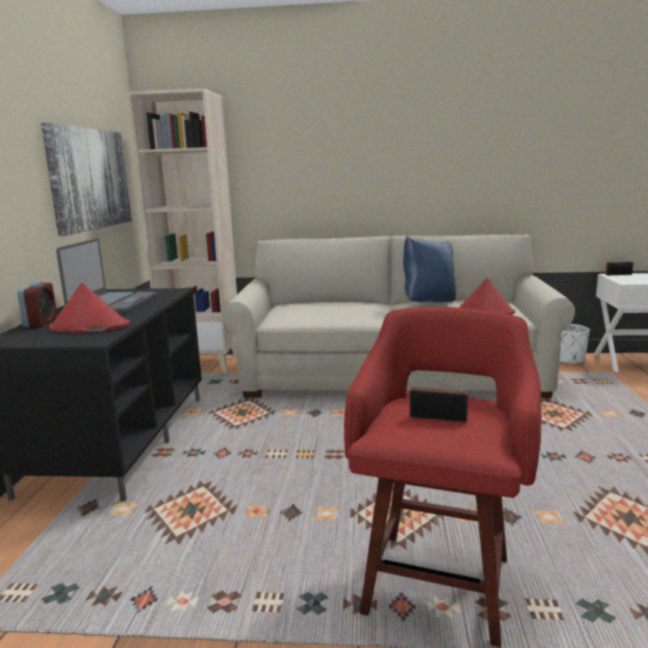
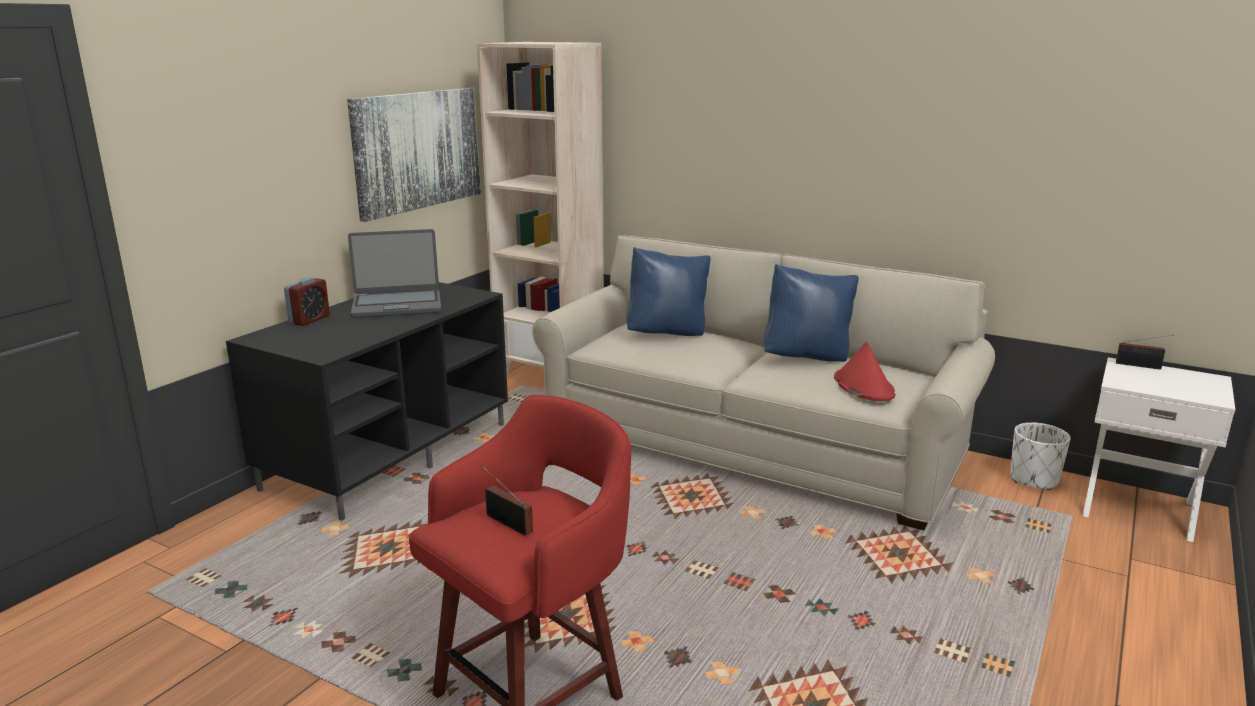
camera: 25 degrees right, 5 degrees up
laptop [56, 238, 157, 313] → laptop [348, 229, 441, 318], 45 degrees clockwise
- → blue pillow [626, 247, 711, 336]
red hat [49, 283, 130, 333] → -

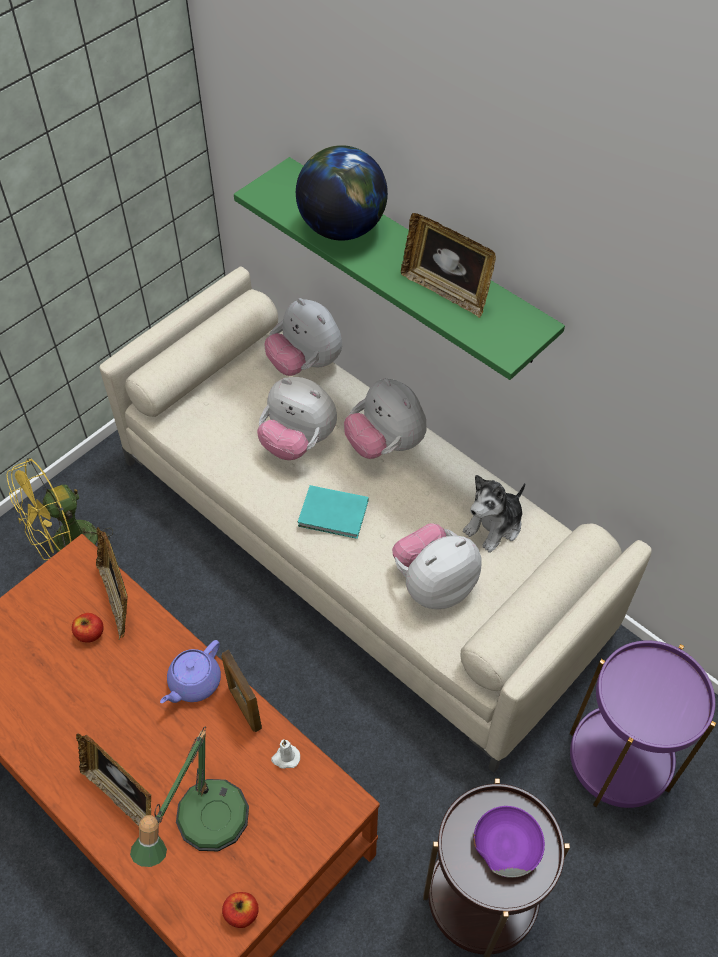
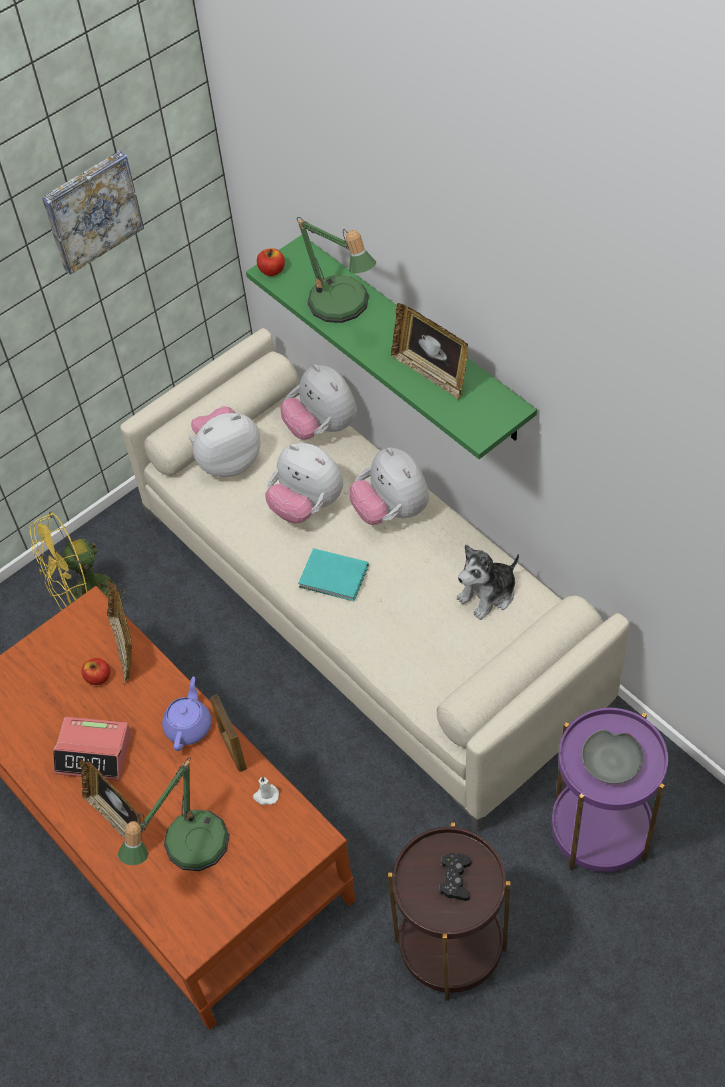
camera: 10 degrees right, 0 degrees up
- → picture [42, 150, 144, 275]
- → alarm clock [53, 717, 132, 781]
purple teapot [160, 640, 221, 703] → purple teapot [162, 676, 211, 751], 150 degrees clockwise
plush toy [392, 523, 481, 609] → plush toy [189, 406, 261, 477], relocated
apple [222, 892, 259, 928] → apple [257, 248, 285, 276], relocated
globe [296, 145, 388, 241] → table lamp [297, 217, 376, 323]
purple bowl [473, 806, 545, 878] → black game controller [439, 853, 471, 901]
- → grey bowl [582, 729, 643, 784]

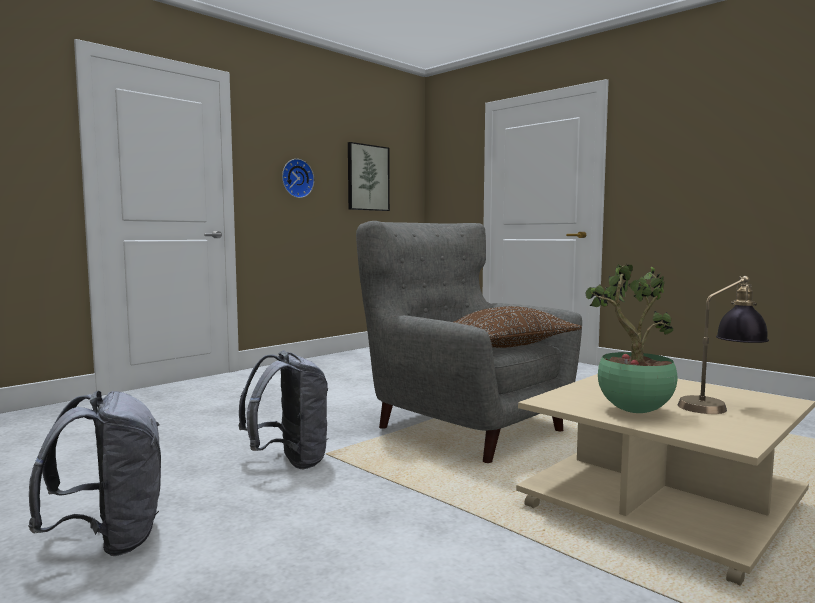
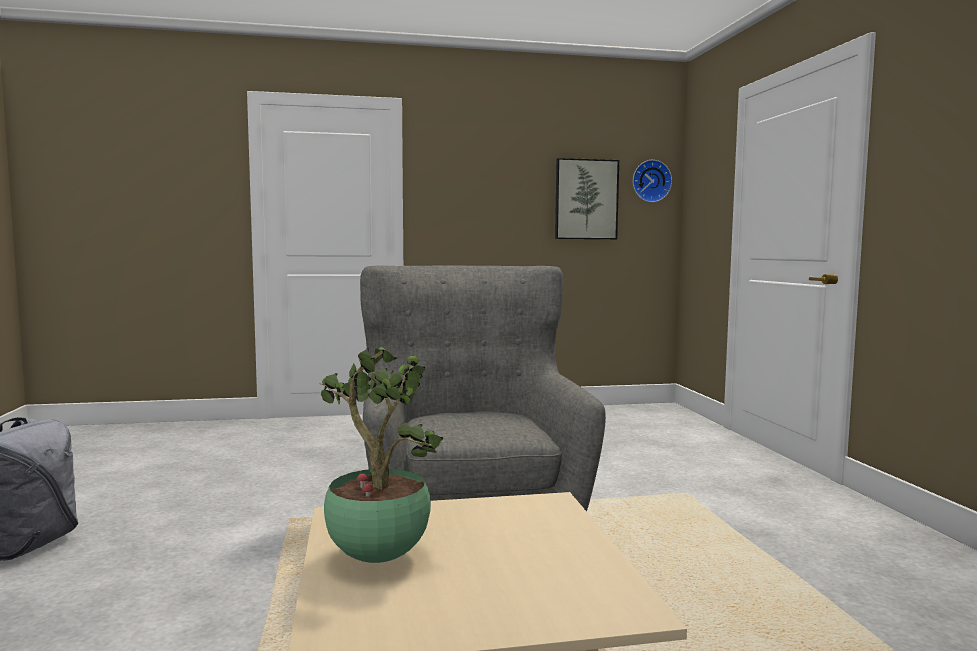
camera: 35 degrees right, 0 degrees up
wall clock [282, 159, 314, 198] → wall clock [633, 160, 672, 202], relocated
grey backpack [238, 350, 328, 469] → -
brown pillow [454, 306, 582, 348] → -
table lamp [678, 276, 769, 414] → -

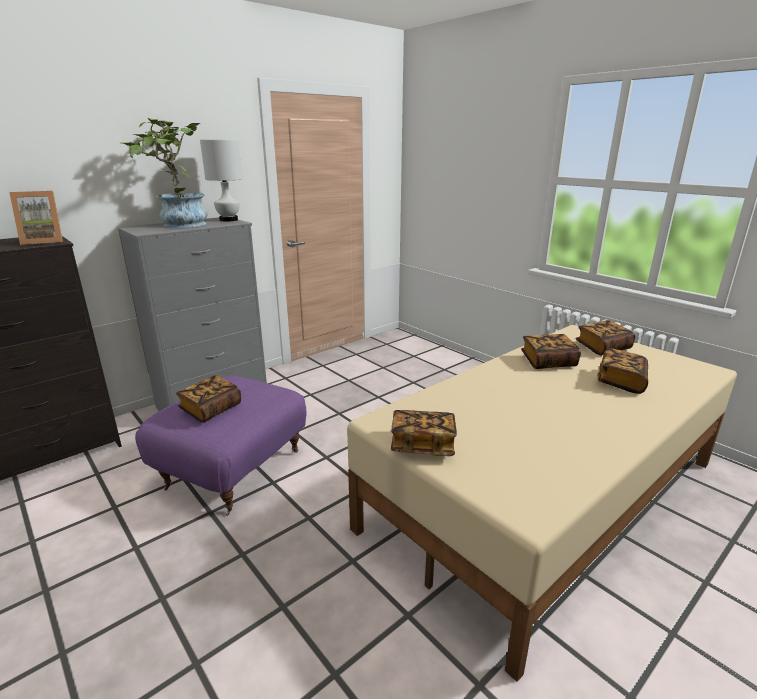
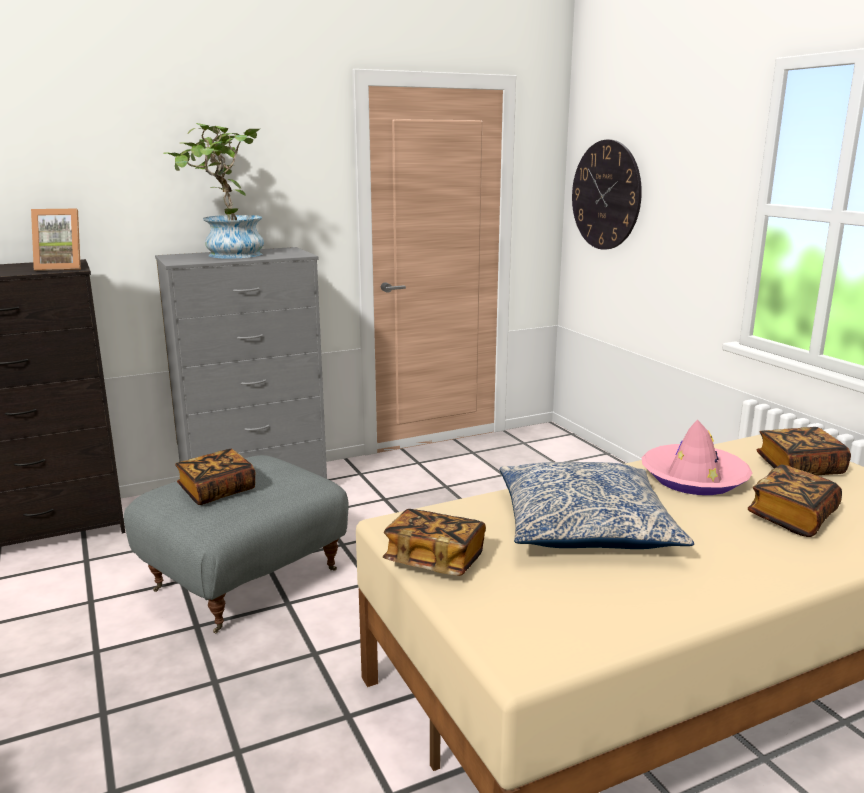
camera: 15 degrees right, 5 degrees down
purple ottoman [135, 376, 306, 516] → grey ottoman [124, 455, 349, 634]
- → pillow [500, 462, 694, 549]
- → wall clock [572, 140, 642, 250]
book [521, 334, 581, 369] → pink hat [642, 419, 752, 495]
white table lamp [200, 140, 242, 221] → -

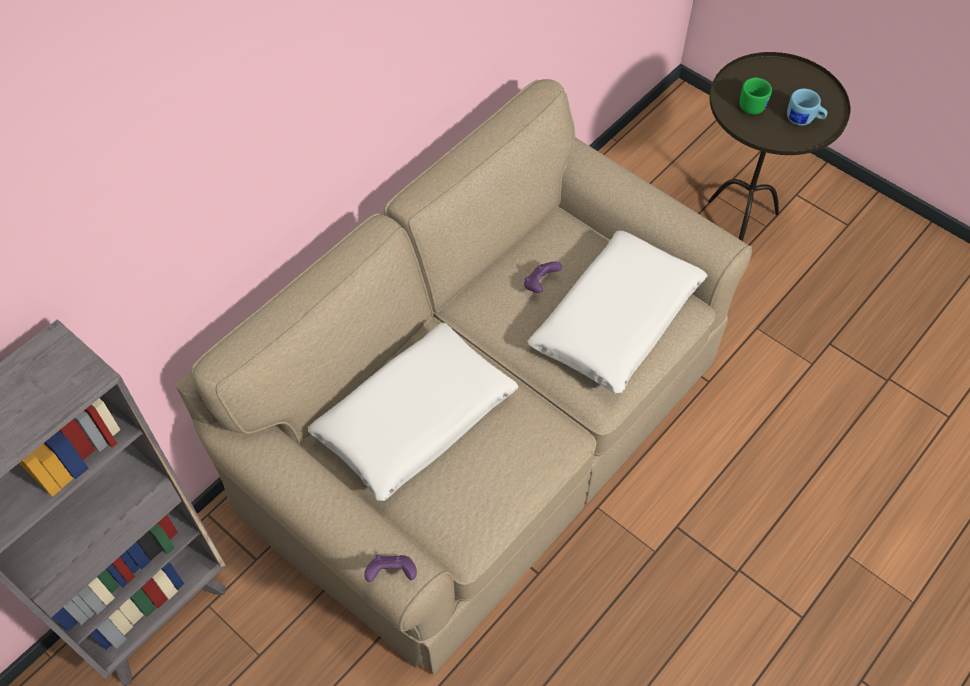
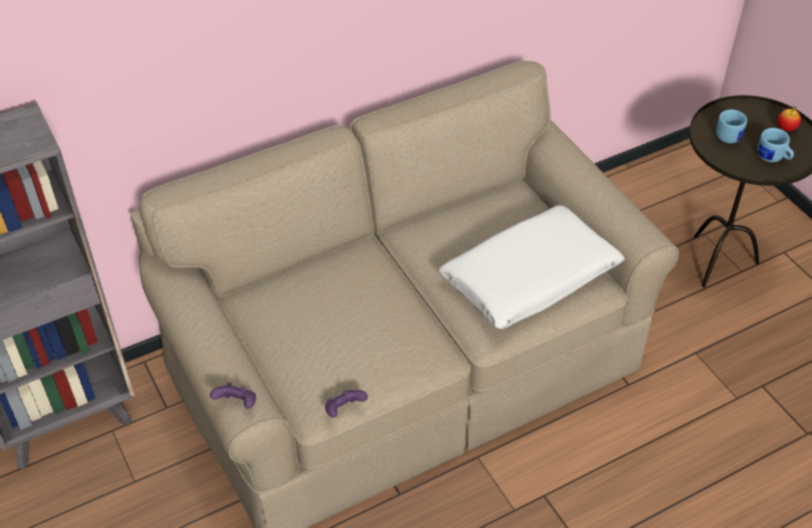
camera: 20 degrees right, 10 degrees down
purple game controller [524, 262, 562, 293] → purple game controller [325, 390, 368, 418], relocated
green mug [740, 77, 772, 115] → blue mug [716, 109, 747, 143]
- → apple [778, 105, 801, 131]
white pillow [308, 323, 519, 501] → -

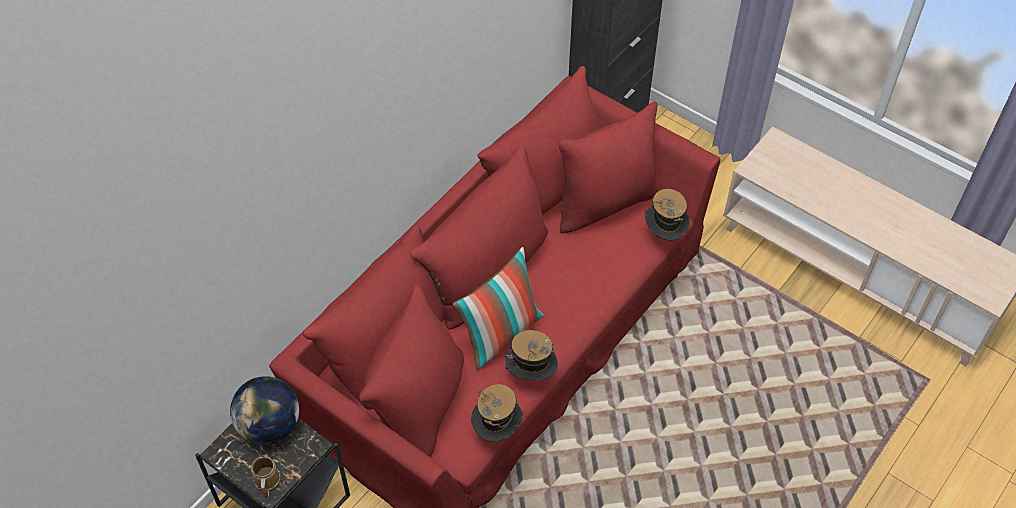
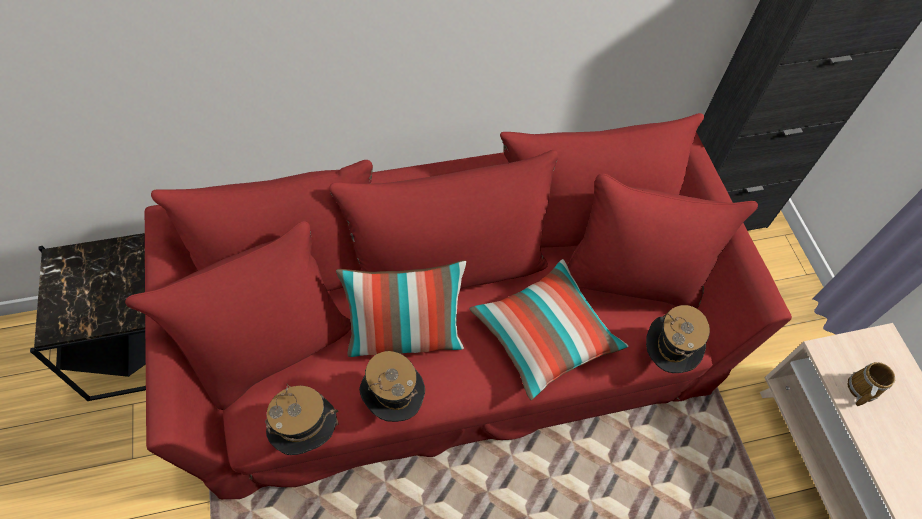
camera: 35 degrees right, 5 degrees up
- → pillow [469, 259, 628, 400]
mug [251, 456, 281, 499] → mug [848, 362, 895, 406], relocated
globe [230, 376, 299, 445] → -

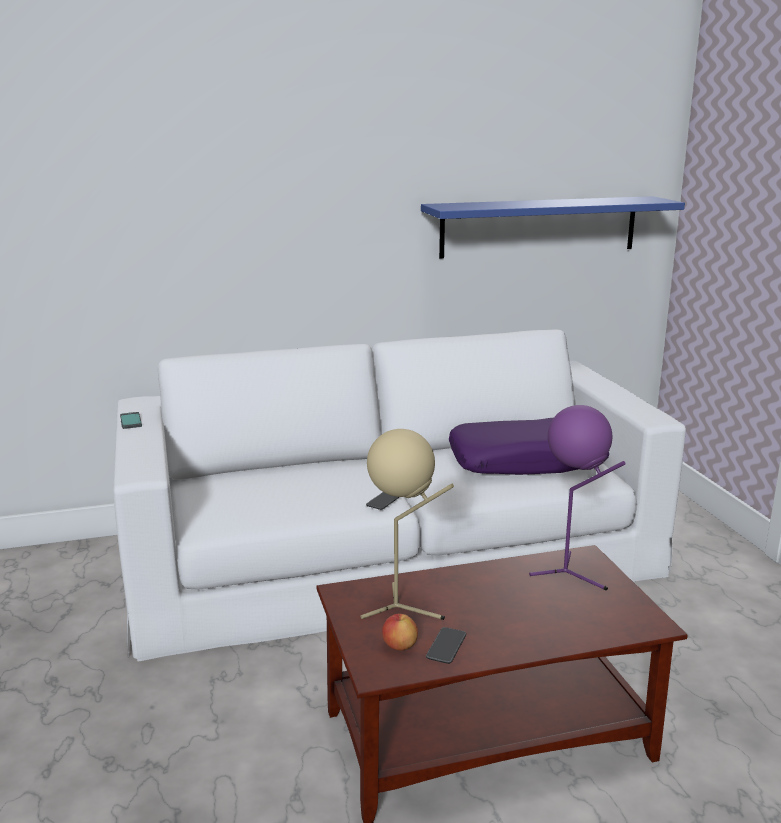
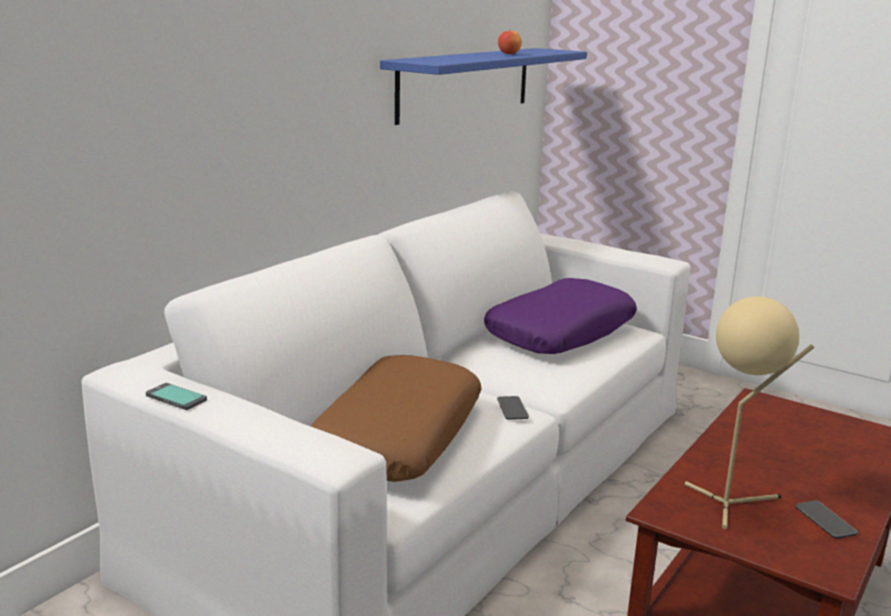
camera: 40 degrees left, 0 degrees up
- → brown pillow [311, 355, 482, 482]
apple [382, 614, 418, 651] → apple [498, 30, 522, 54], relocated
purple table lamp [529, 405, 625, 591] → -

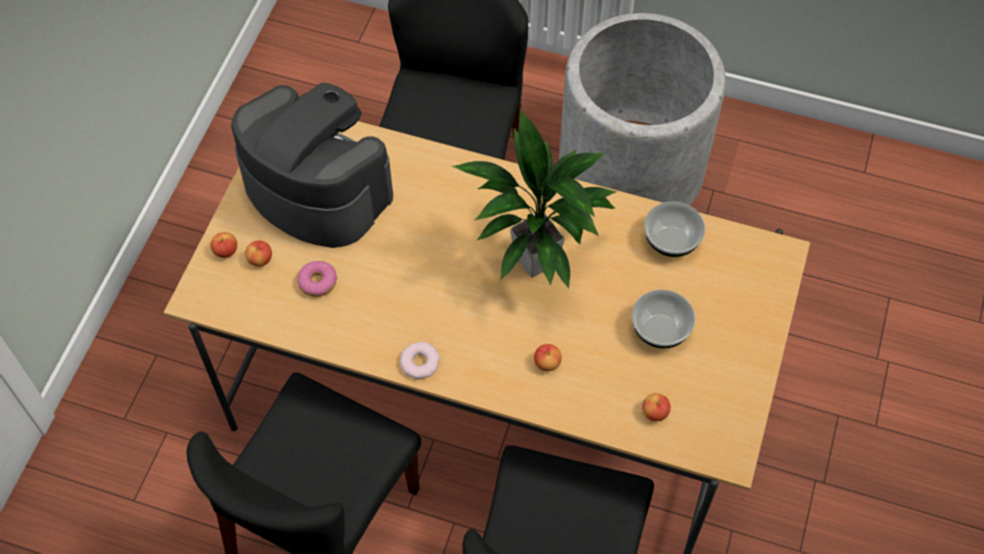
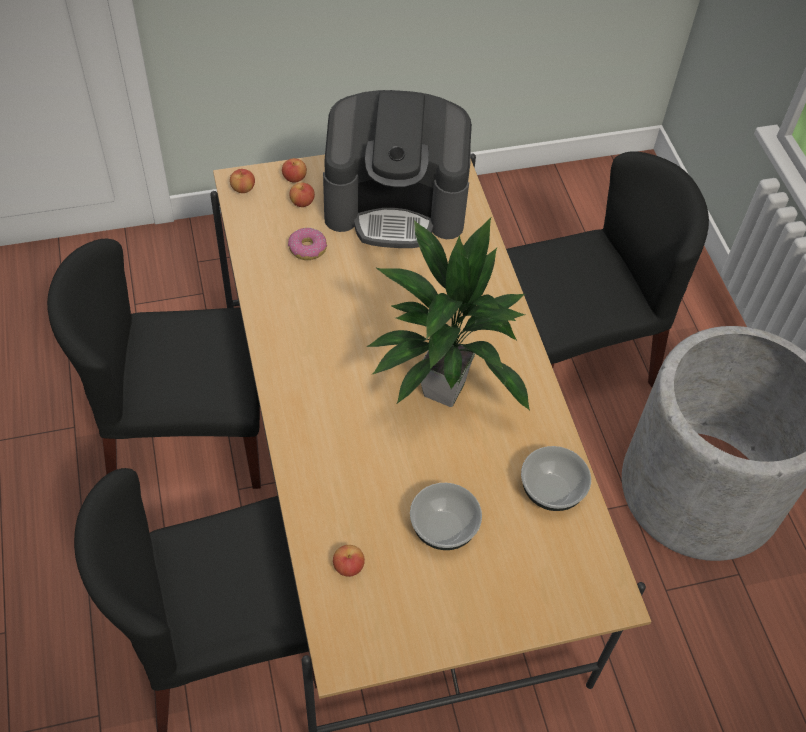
camera: 55 degrees right, 5 degrees down
apple [534, 344, 562, 371] → apple [230, 169, 255, 193], relocated
coffee machine [231, 83, 393, 248] → coffee machine [323, 90, 472, 248], 90 degrees clockwise
donut [400, 342, 440, 379] → -

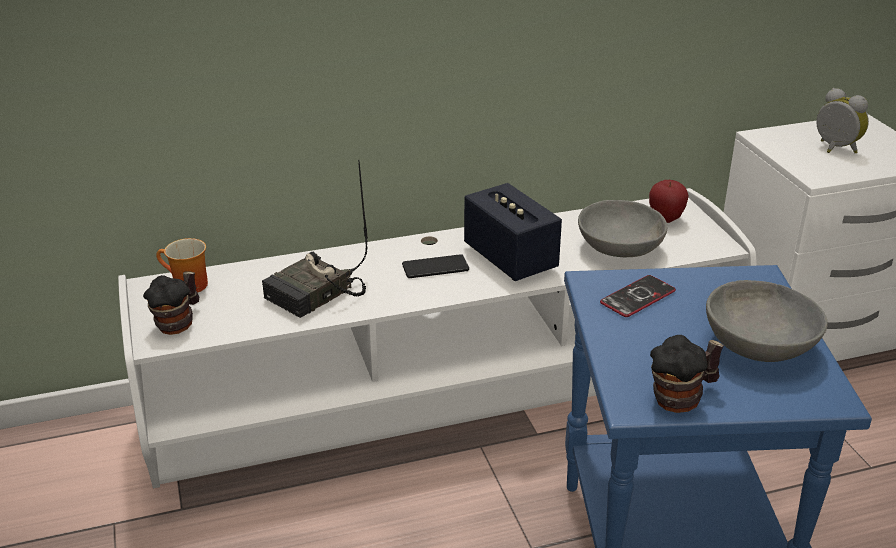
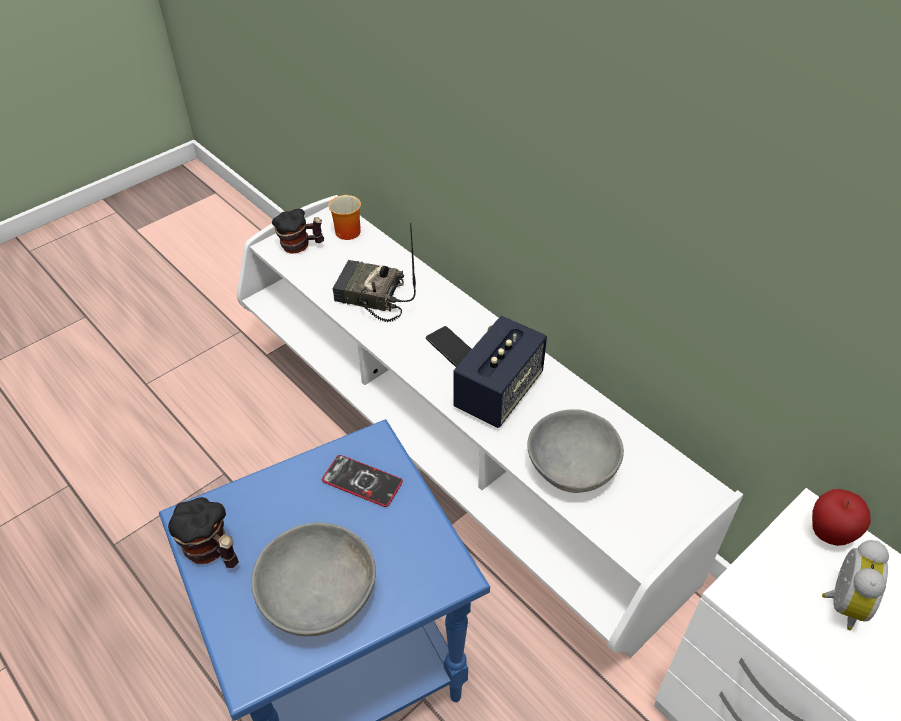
camera: 65 degrees right, 15 degrees up
apple [649, 180, 689, 223] → apple [812, 489, 870, 546], relocated

